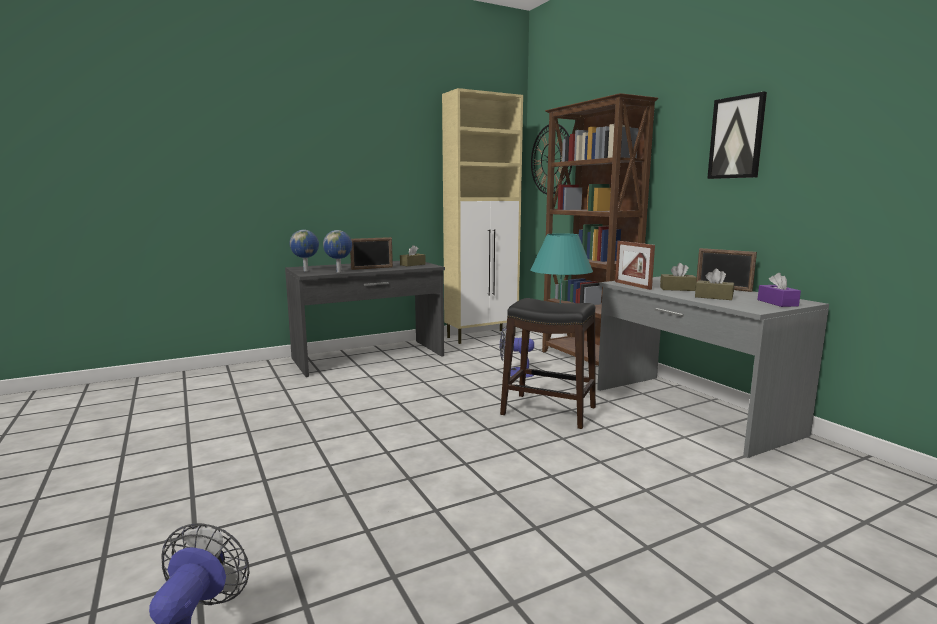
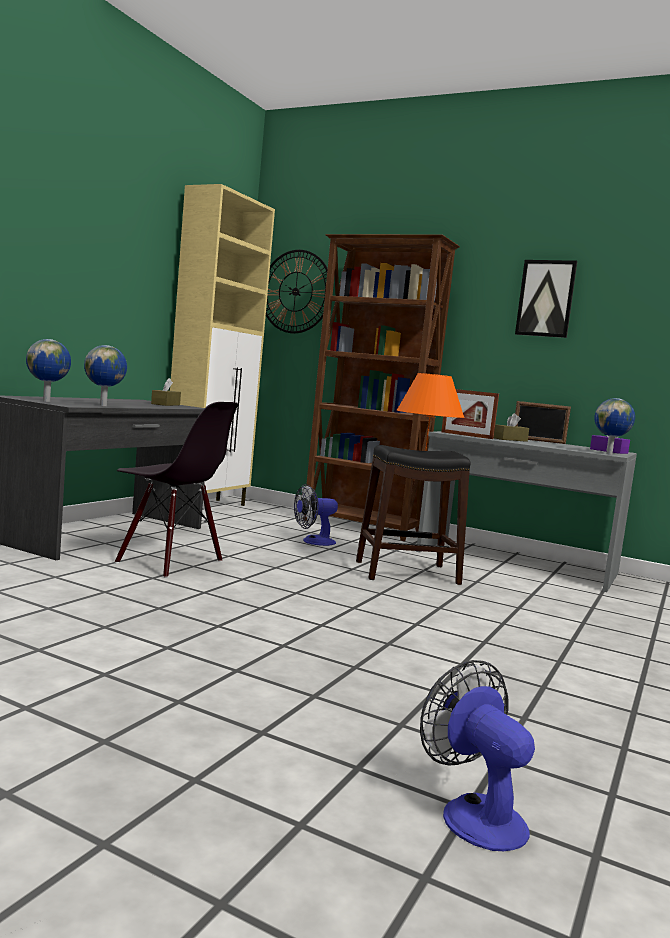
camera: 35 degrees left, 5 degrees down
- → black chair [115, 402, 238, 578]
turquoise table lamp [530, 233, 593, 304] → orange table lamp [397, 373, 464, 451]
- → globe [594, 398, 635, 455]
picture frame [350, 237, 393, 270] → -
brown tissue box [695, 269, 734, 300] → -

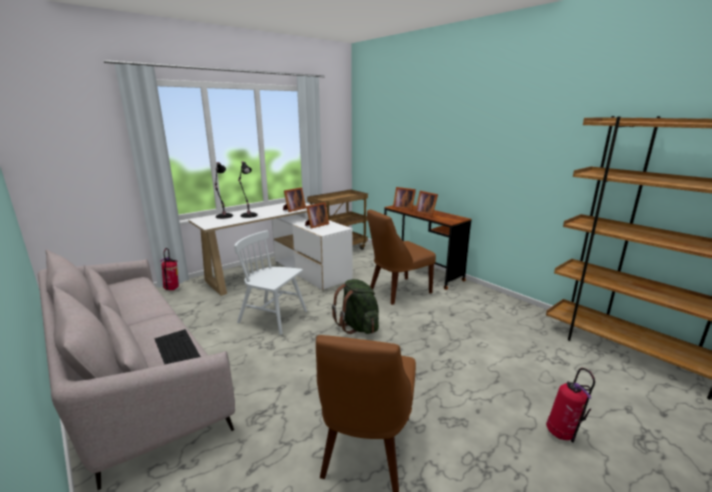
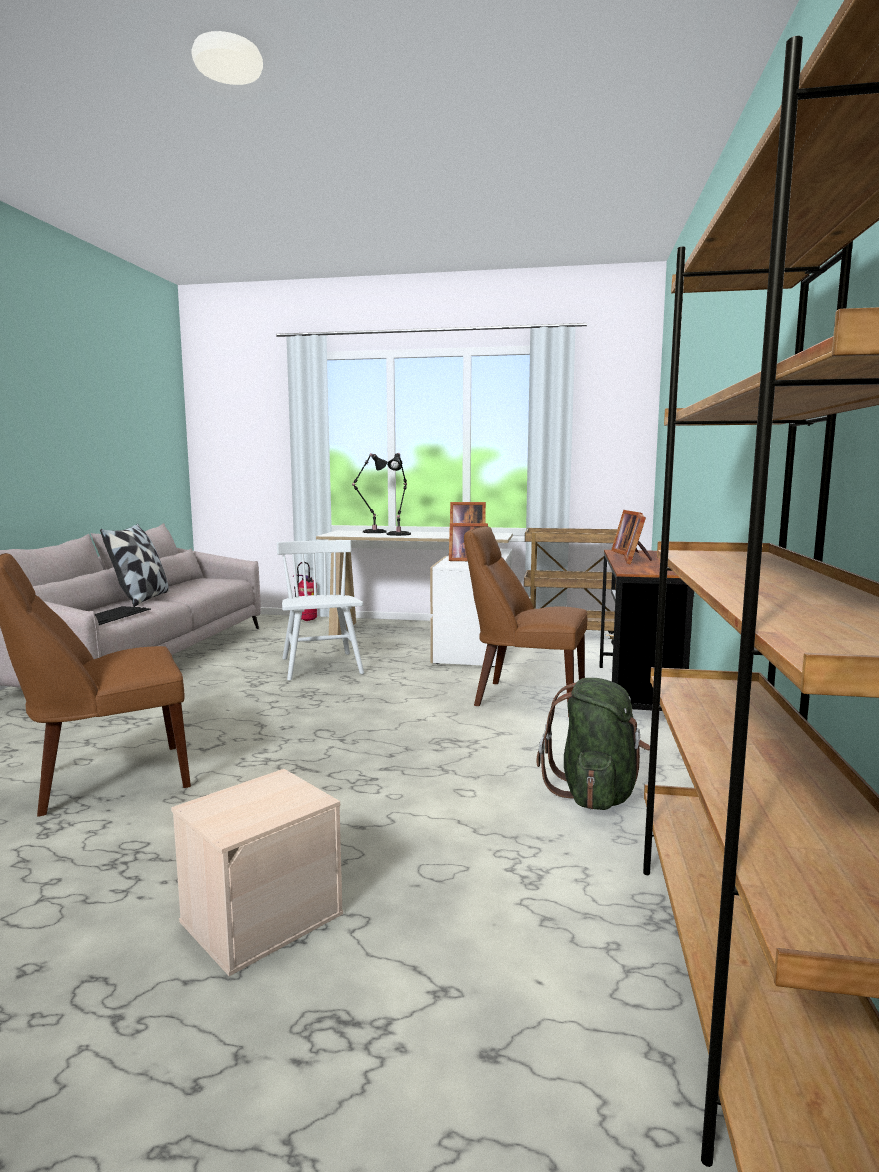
camera: 50 degrees right, 10 degrees down
- → pillow [100, 524, 169, 607]
fire extinguisher [546, 368, 595, 443] → beige storage box [171, 769, 343, 976]
green backpack [332, 279, 379, 334] → green backpack [537, 678, 650, 810], relocated

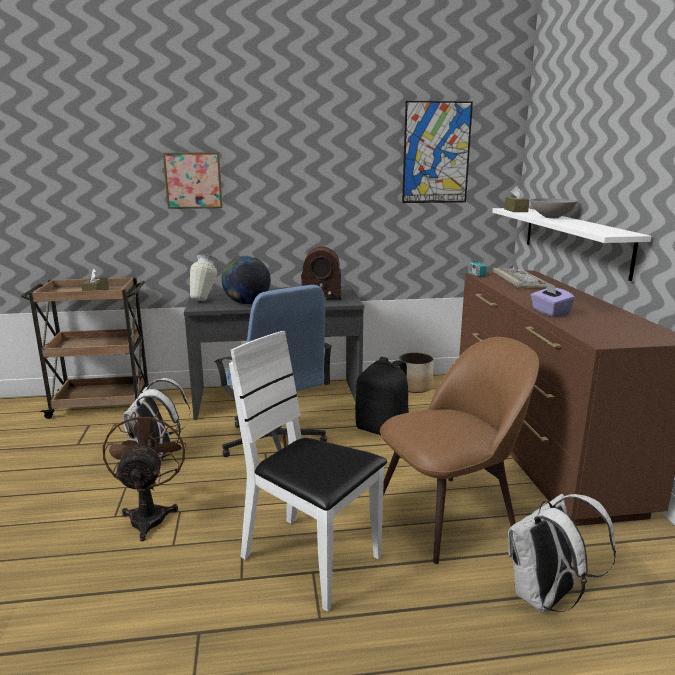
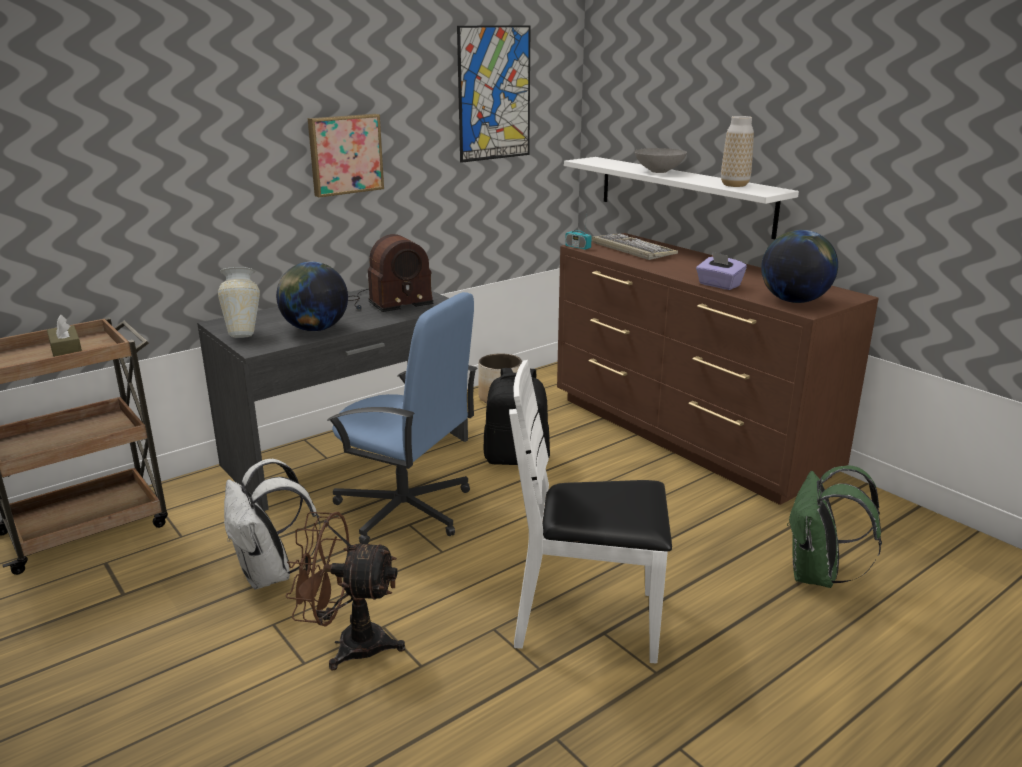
camera: 30 degrees left, 5 degrees up
brown fan [103, 412, 186, 541] → brown fan [286, 512, 405, 670], 45 degrees counterclockwise
picture [163, 152, 223, 209] → picture [308, 114, 384, 197], relocated
- → vase [721, 116, 754, 187]
- → globe [761, 230, 838, 303]
white backpack [508, 494, 616, 613] → green backpack [787, 465, 882, 588]
brown chair [380, 337, 539, 564] → -
brown tissue box [504, 186, 529, 212] → -

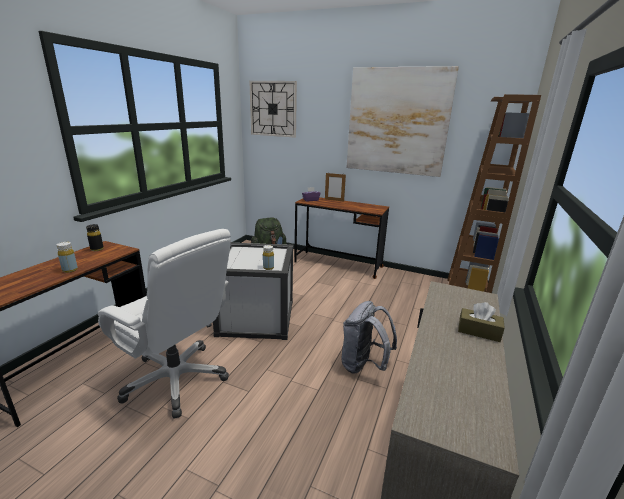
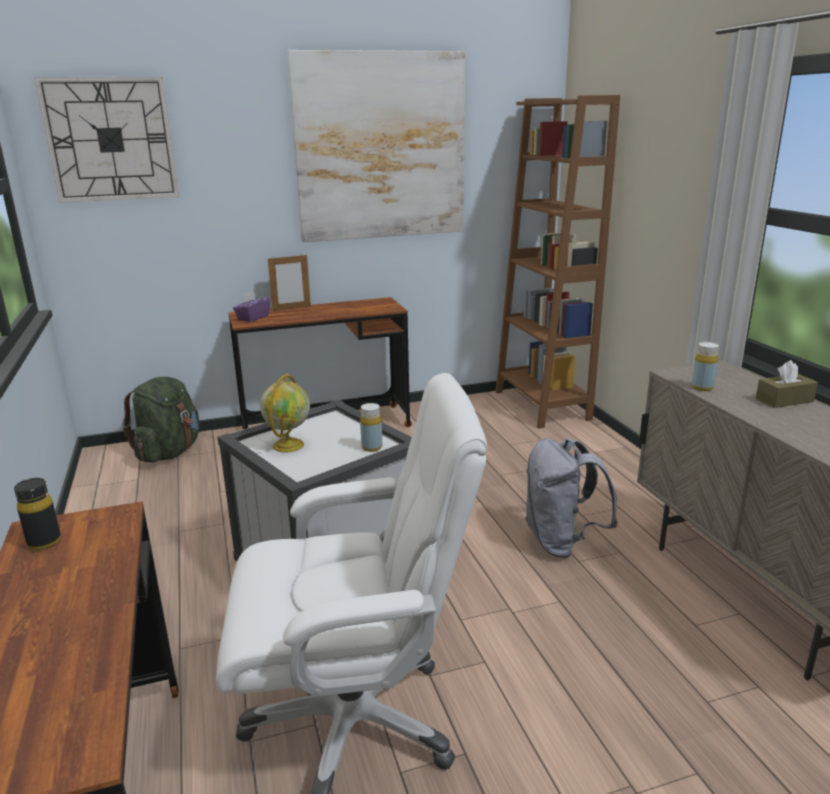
camera: 40 degrees left, 0 degrees up
- → globe [260, 374, 310, 452]
yellow bottle [57, 242, 78, 273] → yellow bottle [691, 342, 719, 391], relocated

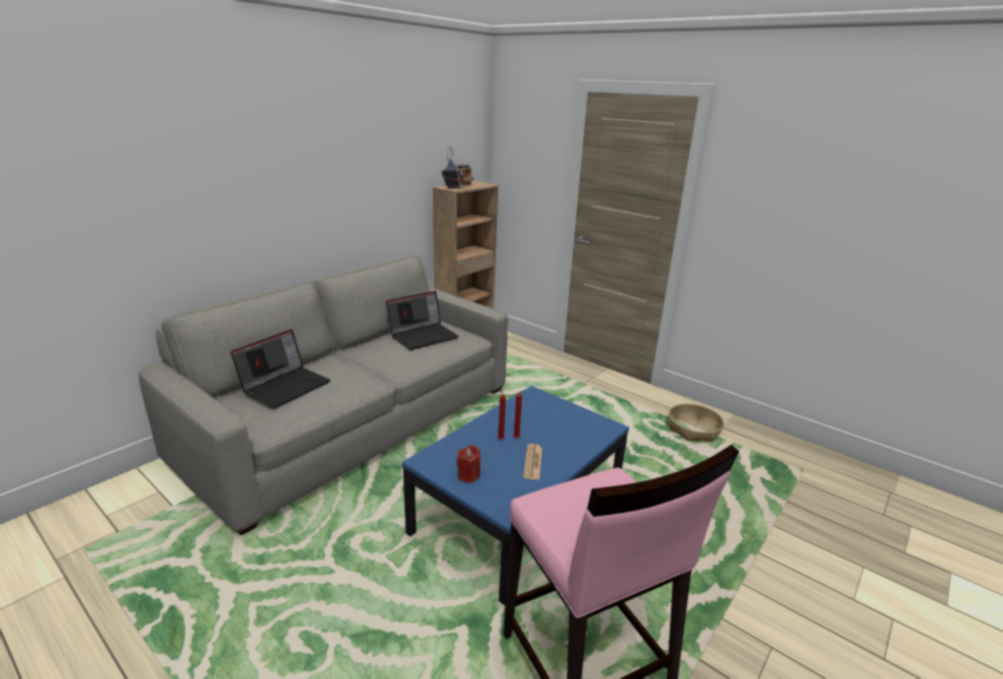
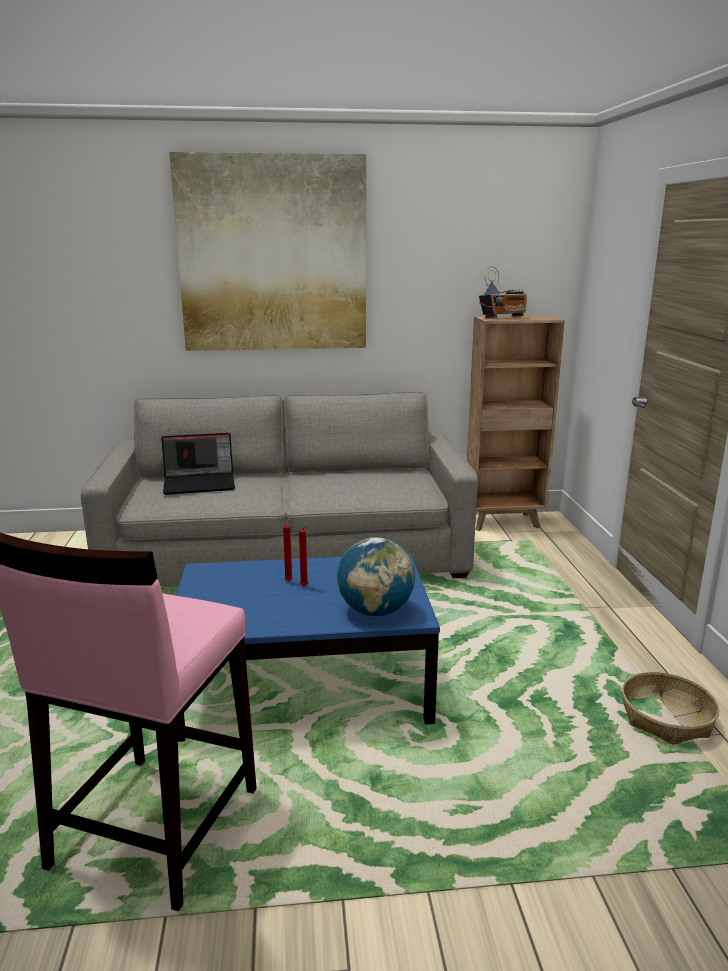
camera: 45 degrees right, 5 degrees down
- → picture [169, 152, 366, 351]
- → globe [337, 537, 415, 616]
laptop [386, 291, 459, 350] → -
red candle [457, 445, 480, 483] → -
newspaper [523, 444, 542, 480] → -

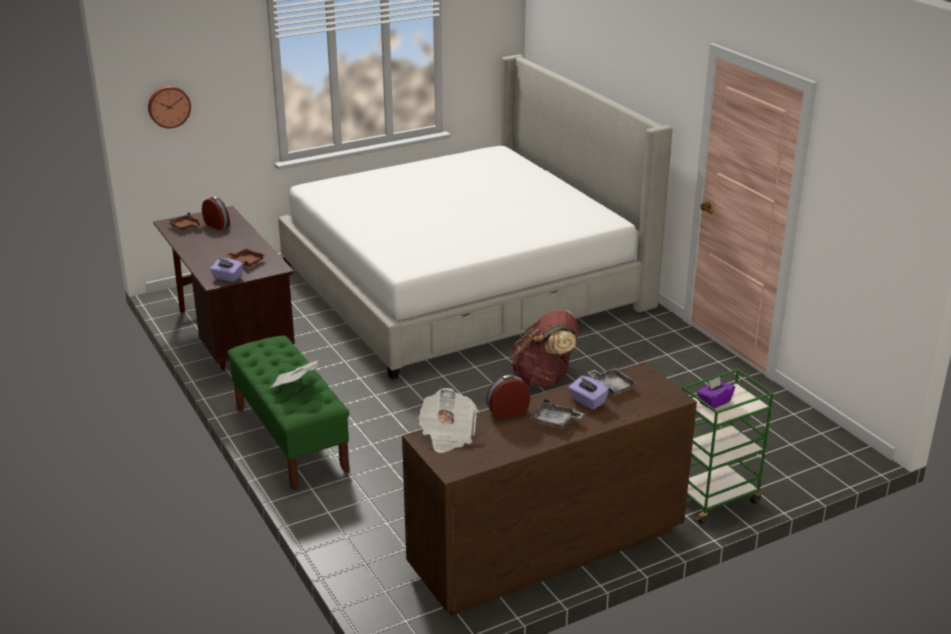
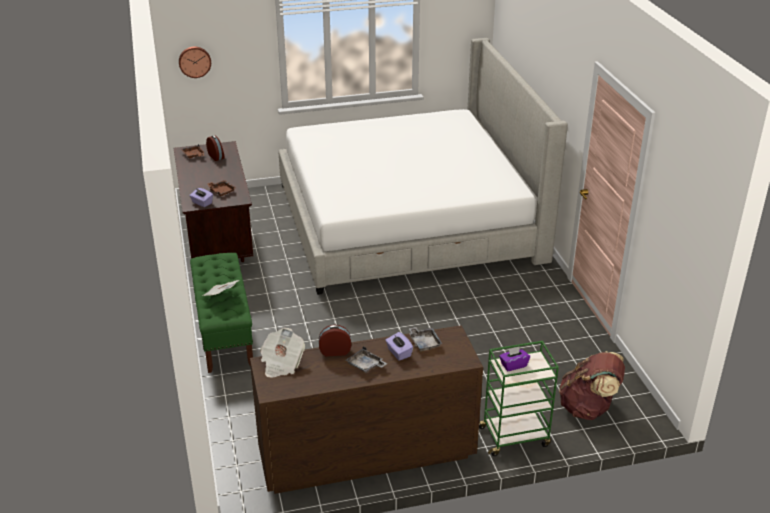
camera: 15 degrees right, 5 degrees up
brown backpack [510, 310, 578, 387] → brown backpack [559, 351, 625, 420], relocated

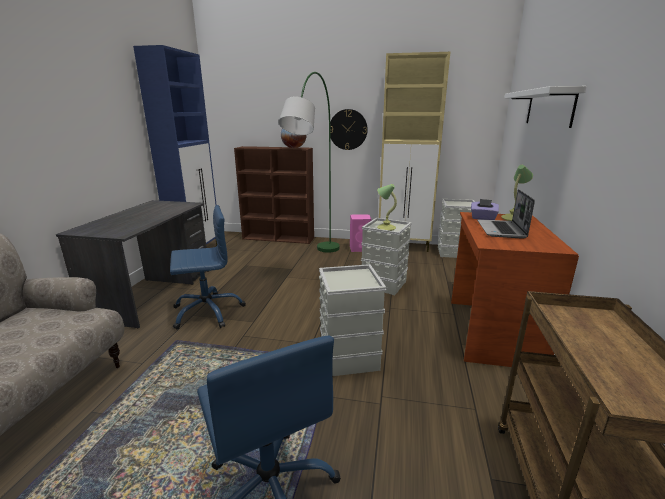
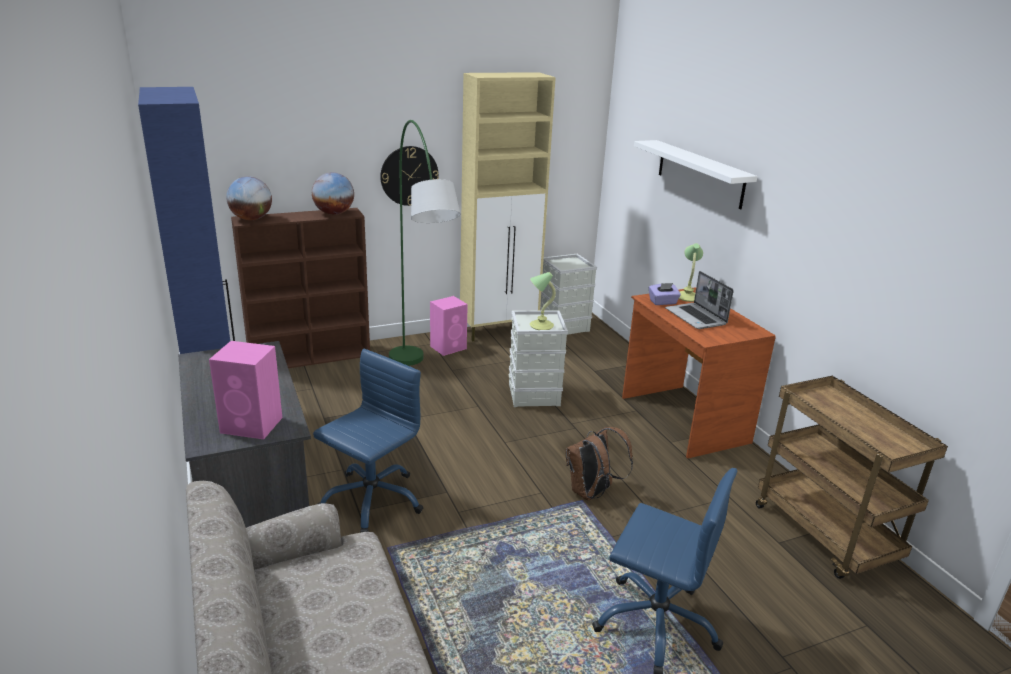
camera: 35 degrees left, 5 degrees up
- → pink speaker [209, 341, 282, 439]
- → globe [226, 176, 272, 220]
grey storage box [319, 264, 386, 376] → brown backpack [566, 427, 633, 500]

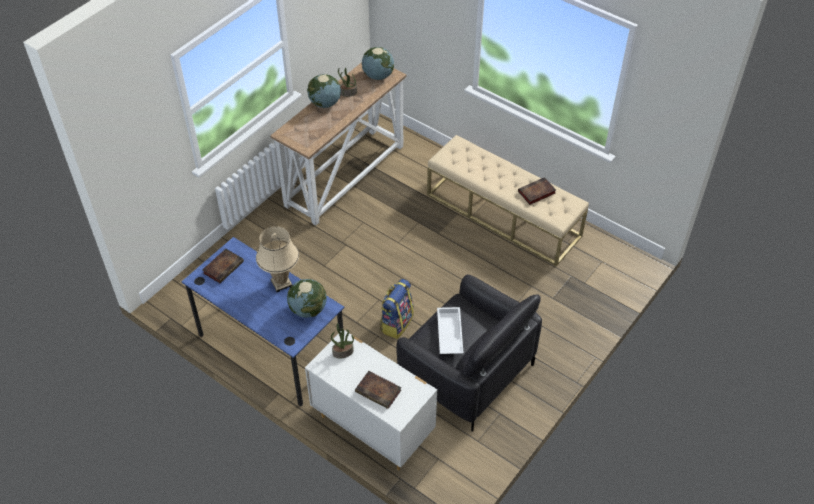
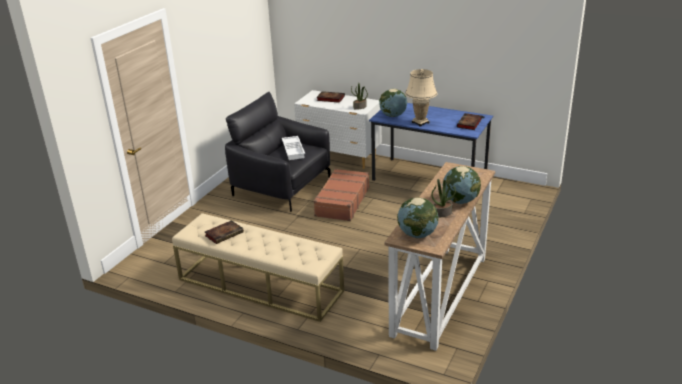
camera: 170 degrees right, 20 degrees down
backpack [380, 279, 414, 339] → brown suitcase [313, 169, 369, 221]

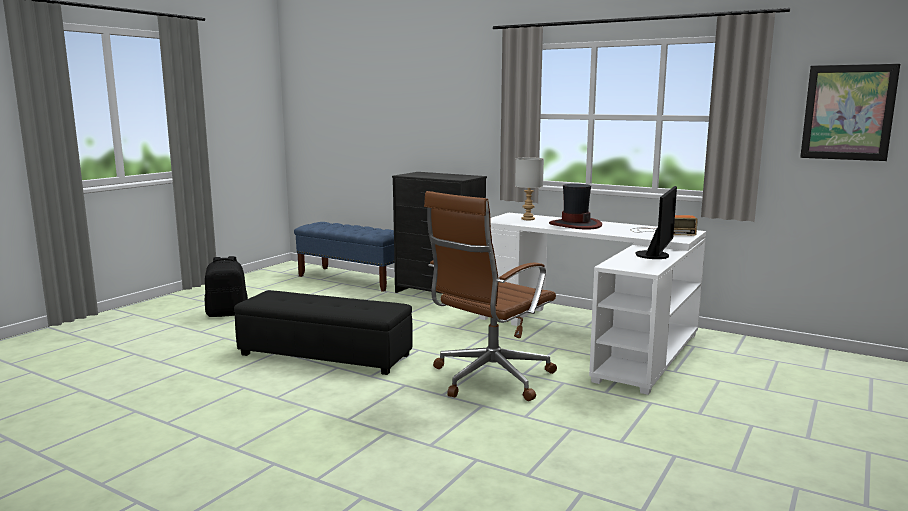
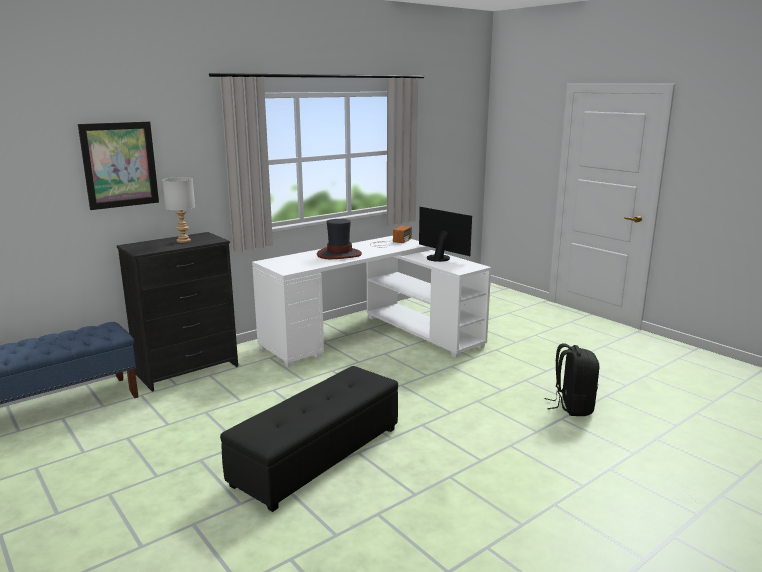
camera: 70 degrees left, 5 degrees up
picture [800, 64, 900, 161] → picture [78, 121, 159, 210], relocated
grey table lamp [515, 157, 544, 220] → grey table lamp [162, 177, 195, 243], relocated
black backpack [205, 256, 248, 317] → black backpack [545, 343, 599, 416], relocated
brown office chair [424, 191, 557, 401] → -

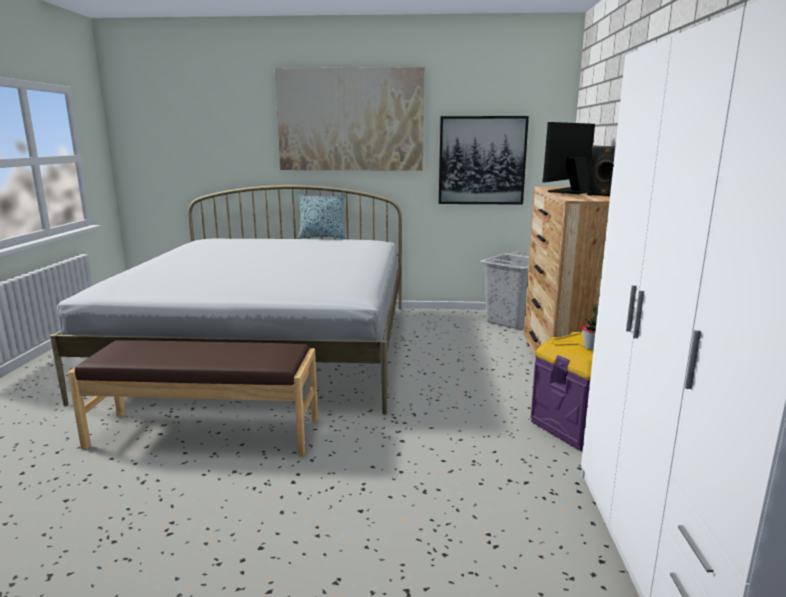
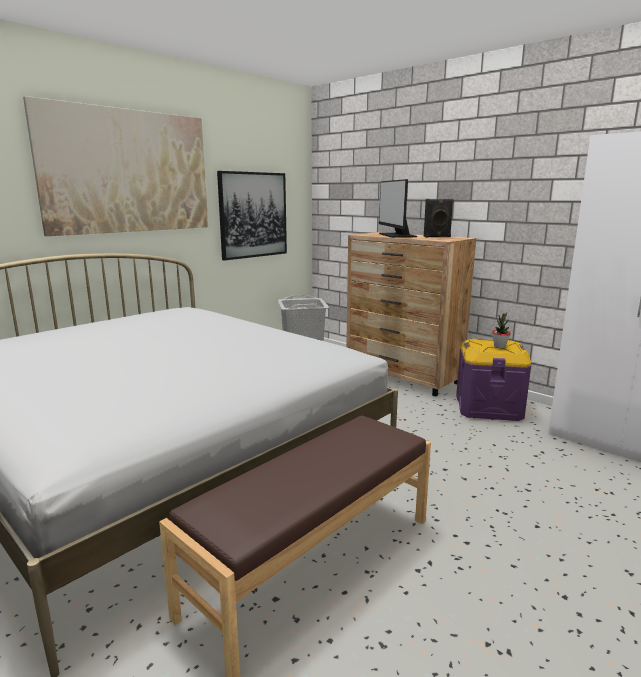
camera: 50 degrees left, 0 degrees up
pillow [298, 194, 346, 239] → -

